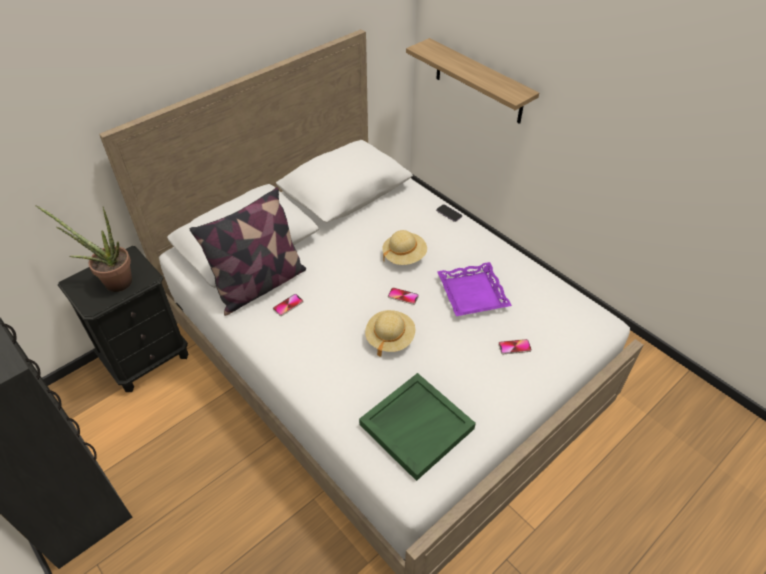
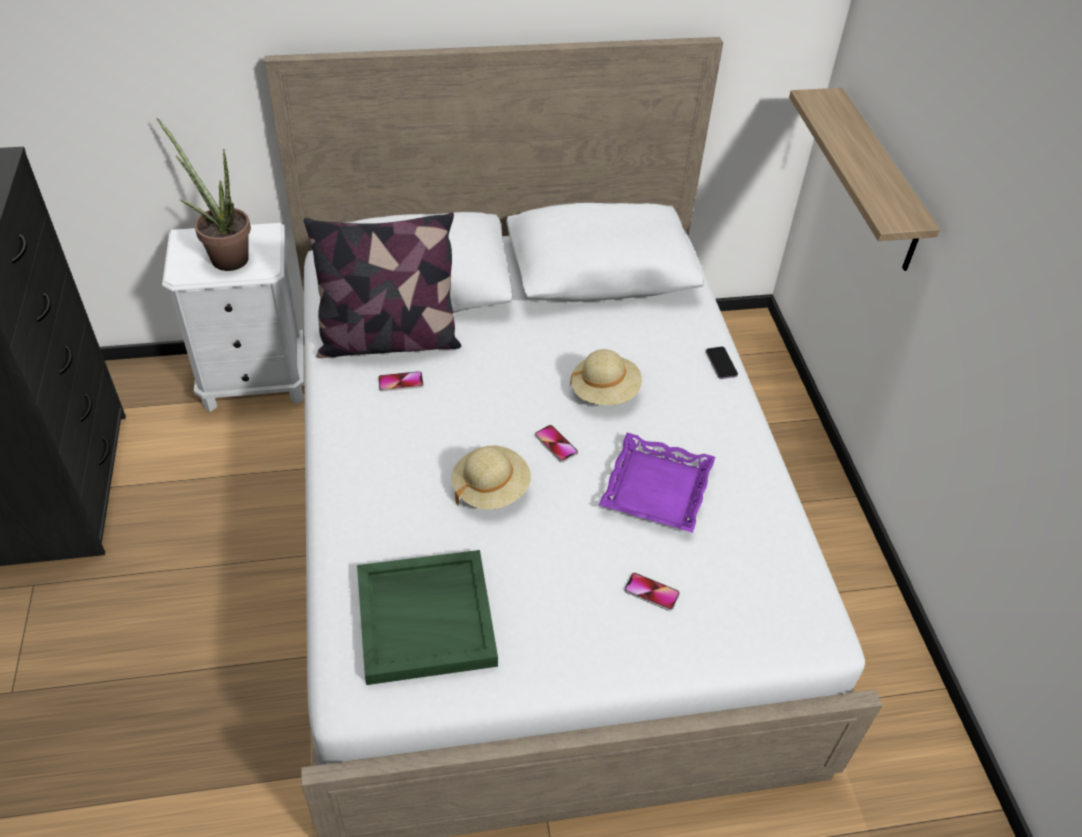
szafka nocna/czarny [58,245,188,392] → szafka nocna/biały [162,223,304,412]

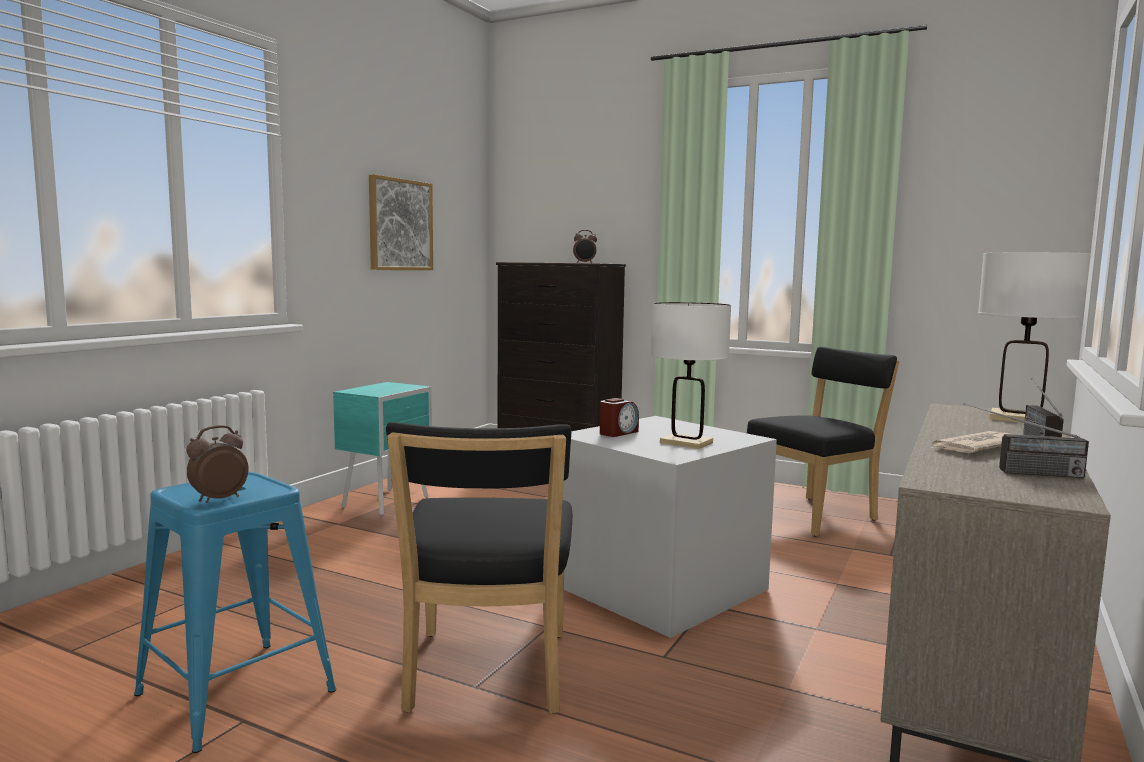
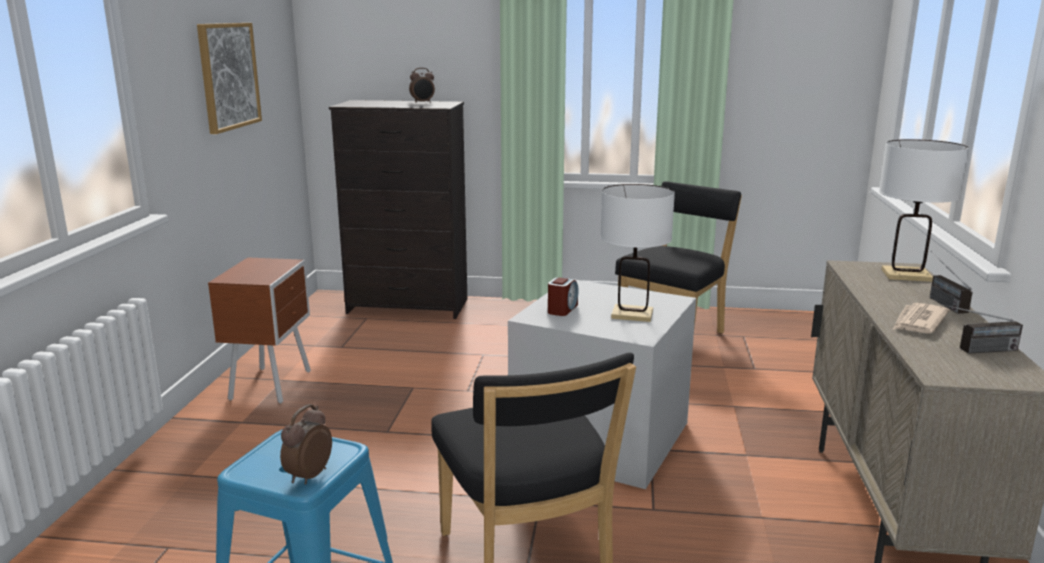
szafka nocna/turkusowy [333,382,432,516] → szafka nocna/brązowy [208,257,311,404]

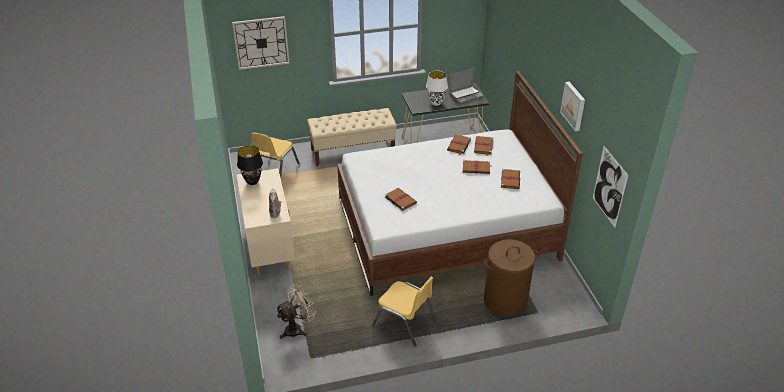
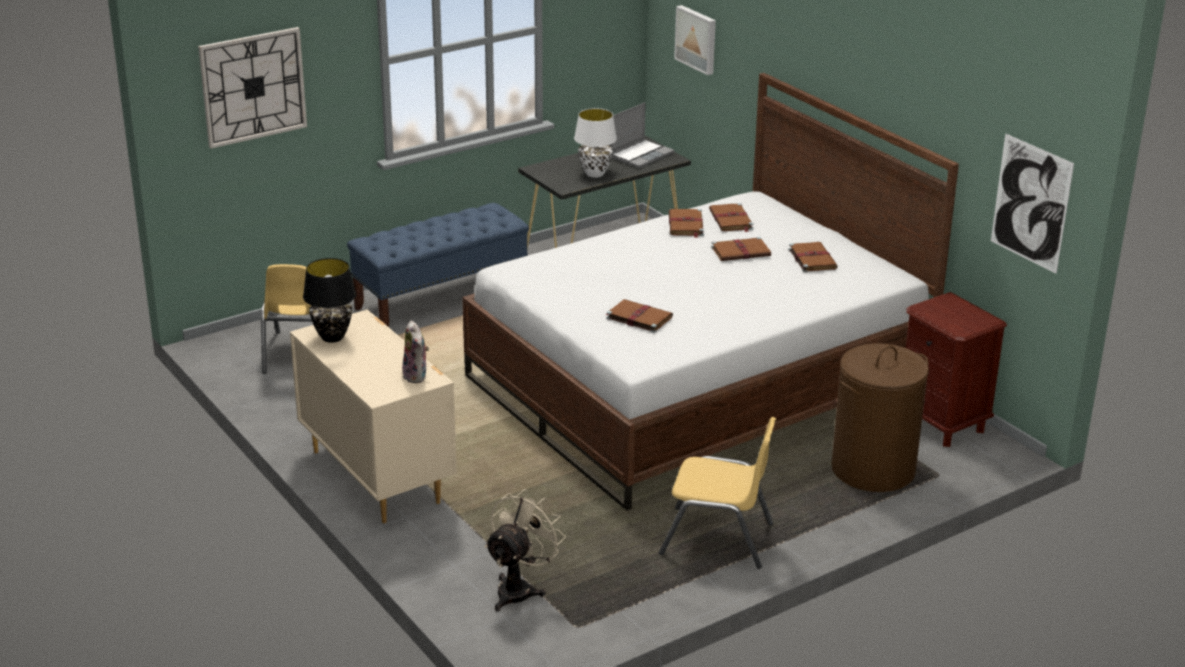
obraz [560,82,585,131] → obraz [674,5,716,75], shifted
ławka/beżowy [307,108,397,166] → ławka/niebieski [347,203,529,327]
- → szafka nocna/brązowy [906,292,1007,447]

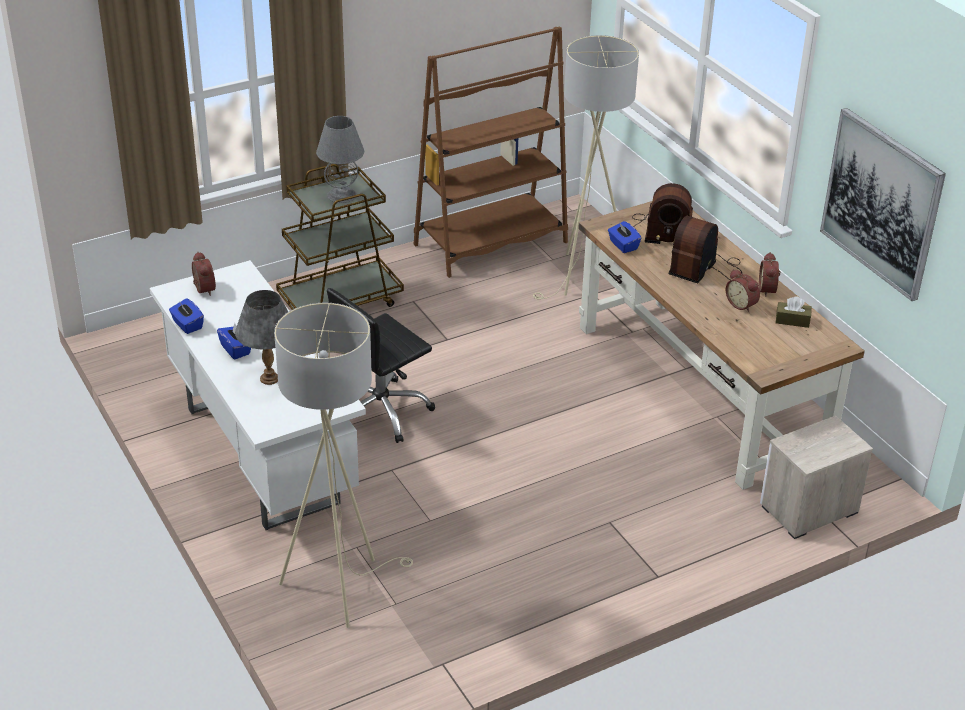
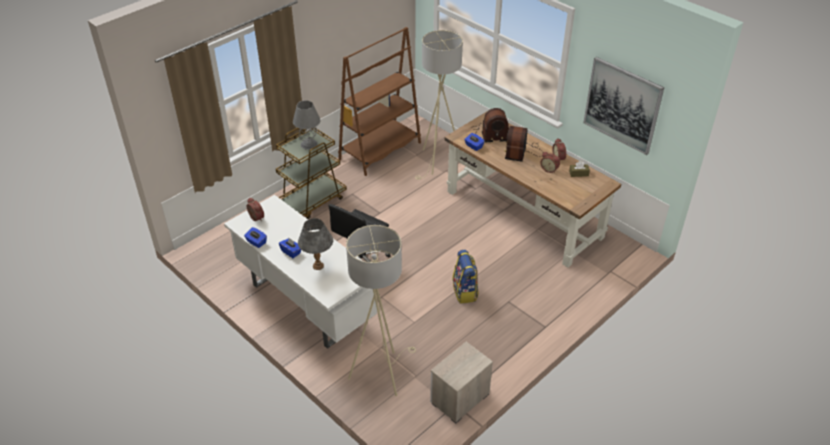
szafka nocna [760,416,873,539] → szafka nocna [430,342,493,424], shifted
- → plecak [452,250,479,304]

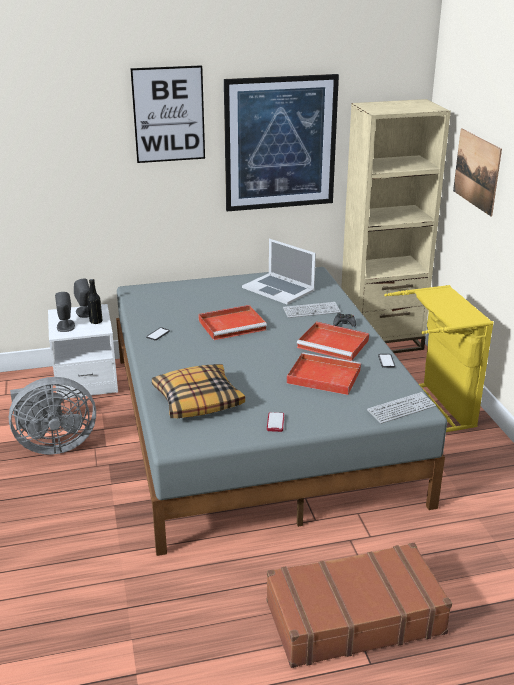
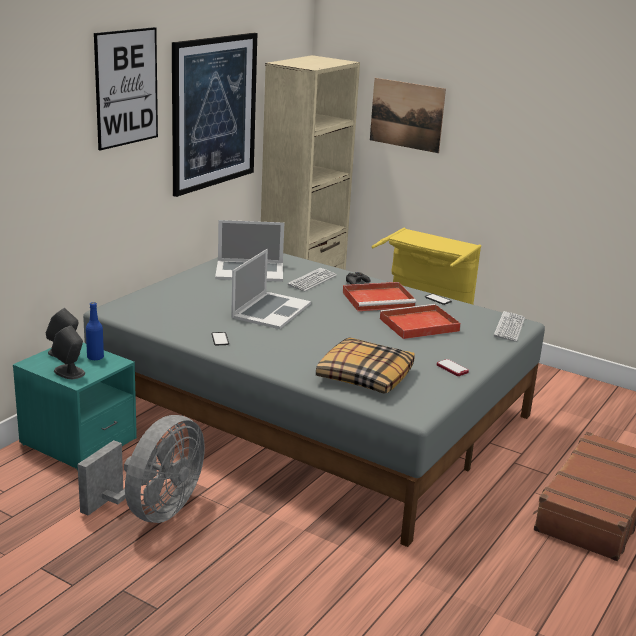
butelka/czarny [87,279,102,324] → butelka/niebieski [86,302,104,361]
szafka nocna/biały [48,304,118,398] → szafka nocna/turkusowy [13,343,137,471]
taca/czerwony [198,305,267,340] → laptop [231,249,311,329]

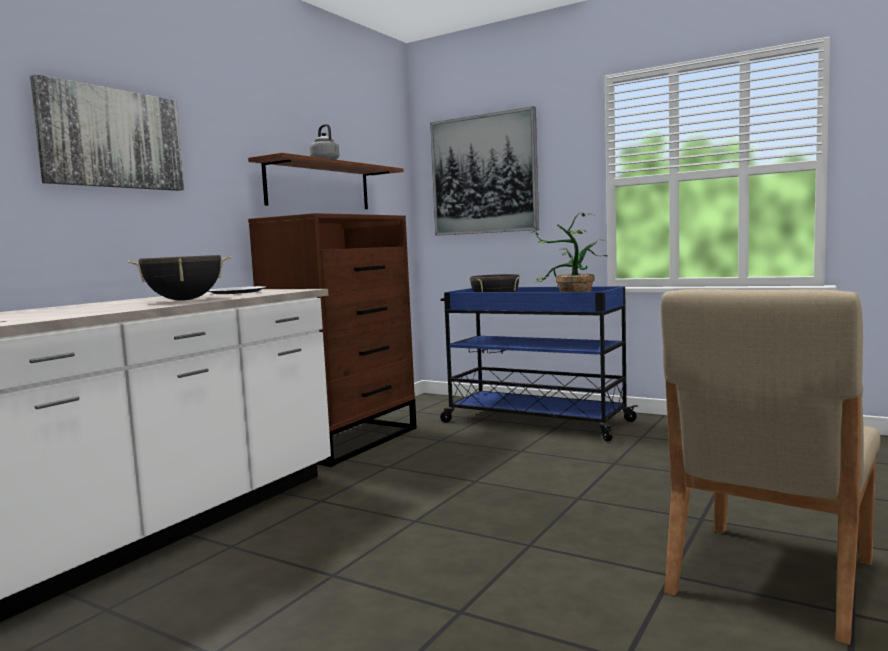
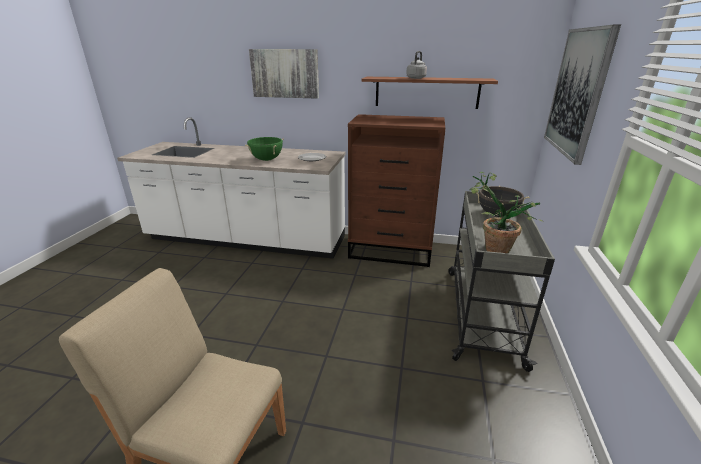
garnek/czarny [128,255,231,301] → garnek/zielony [245,137,284,161]
wózek/niebieski [440,286,639,442] → wózek/szary [448,191,555,372]

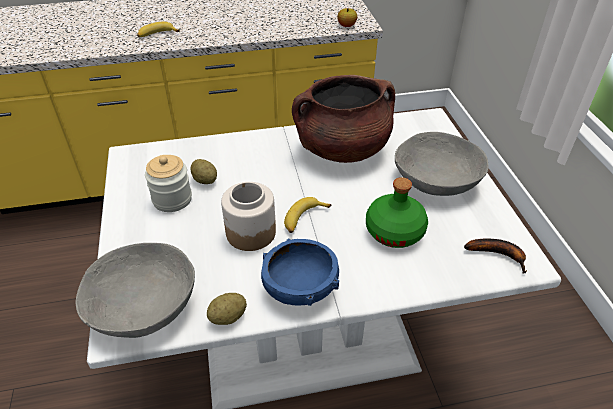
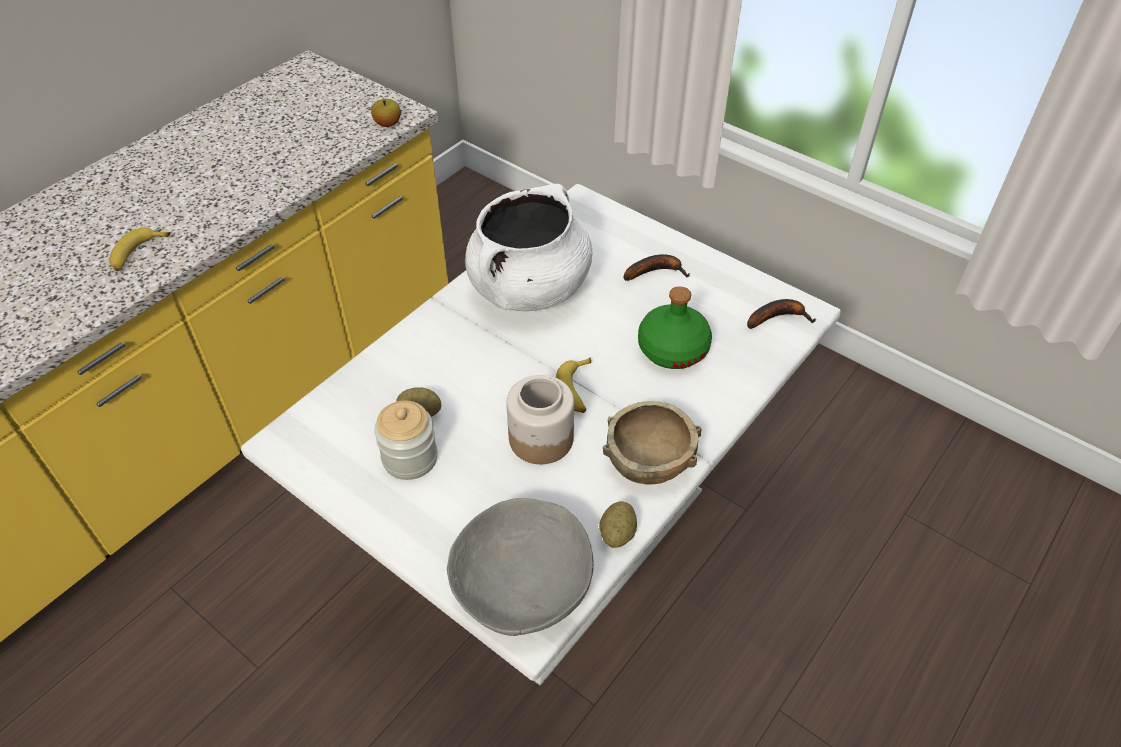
garnek/brązowy [292,75,395,163] → garnek/biały [465,184,592,311]
miska/szary [395,132,488,196] → banan [624,254,690,281]
miska/niebieski [261,239,339,306] → miska/brązowy [603,401,701,485]

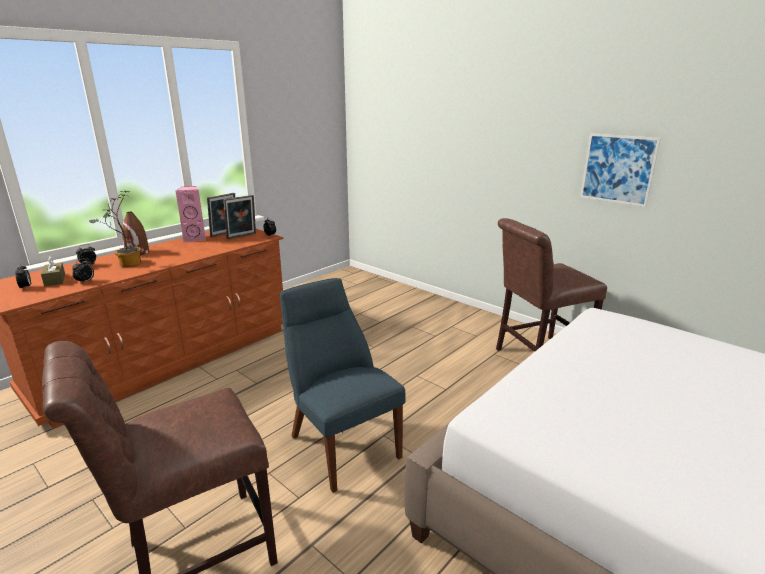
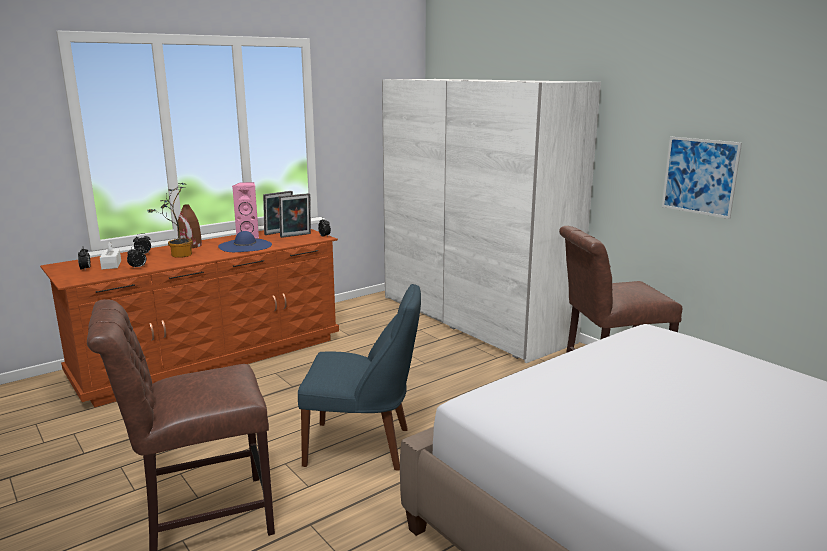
pudełko chusteczek/brązowy [41,256,65,286] → pudełko chusteczek/biały [100,241,121,269]
krzesło/niebieski [280,278,406,493] → krzesło/niebieski [298,284,421,470], 120 degrees clockwise
- → szafa/biały [382,79,601,363]
- → kapelusz/niebieski [218,231,272,252]

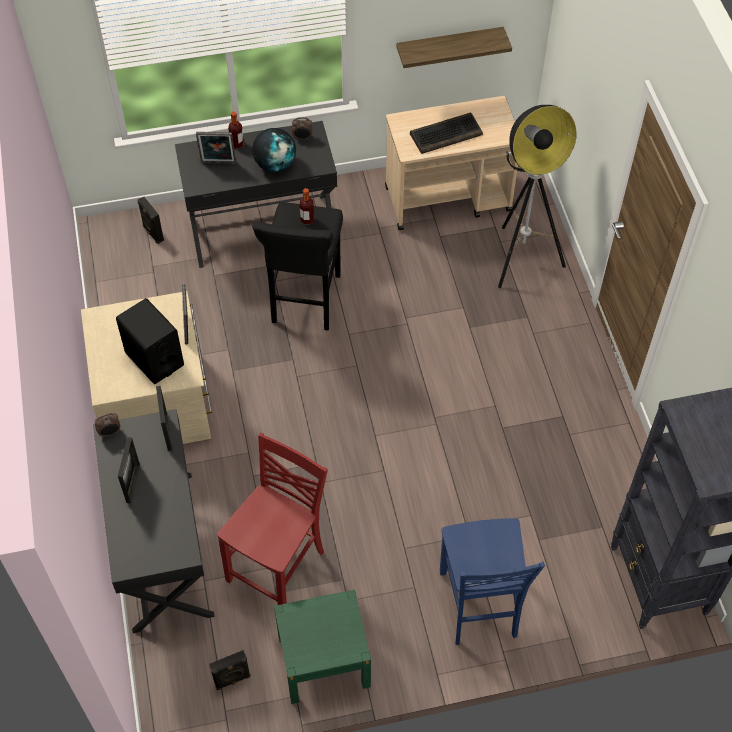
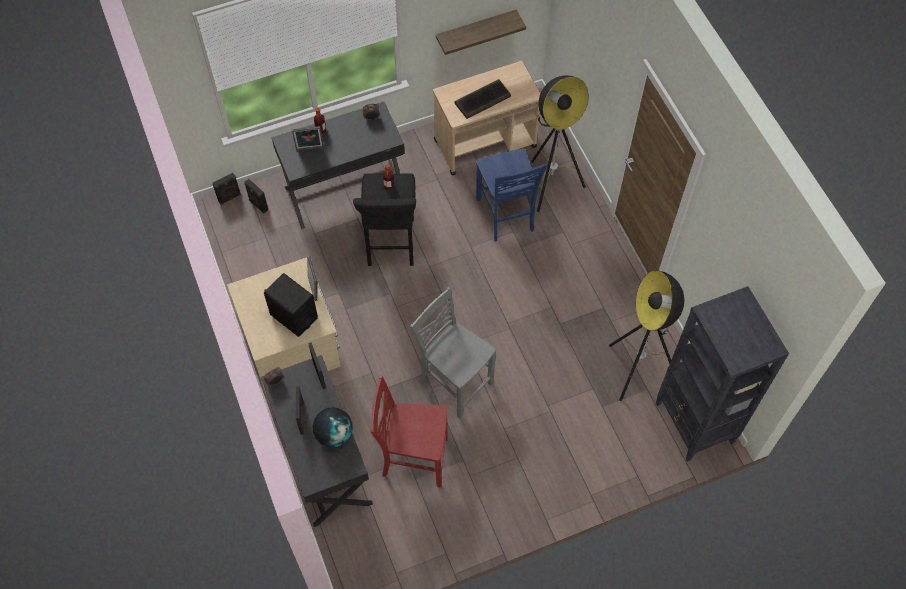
globus [252,128,296,172] → globus [313,407,353,447], shifted
krzesło/czerwony [217,433,328,605] → krzesło/czerwony [370,375,448,488], 105 degrees counterclockwise
krzesło/niebieski [440,518,545,645] → krzesło/niebieski [476,149,548,241], shifted
szafka nocna/zielony [274,590,371,704] → -
głośnik/czarny [209,650,251,690] → głośnik/czarny [213,173,241,205], shifted
- → lampa stojąca [609,270,684,401]
- → krzesło/szary [410,287,496,419]

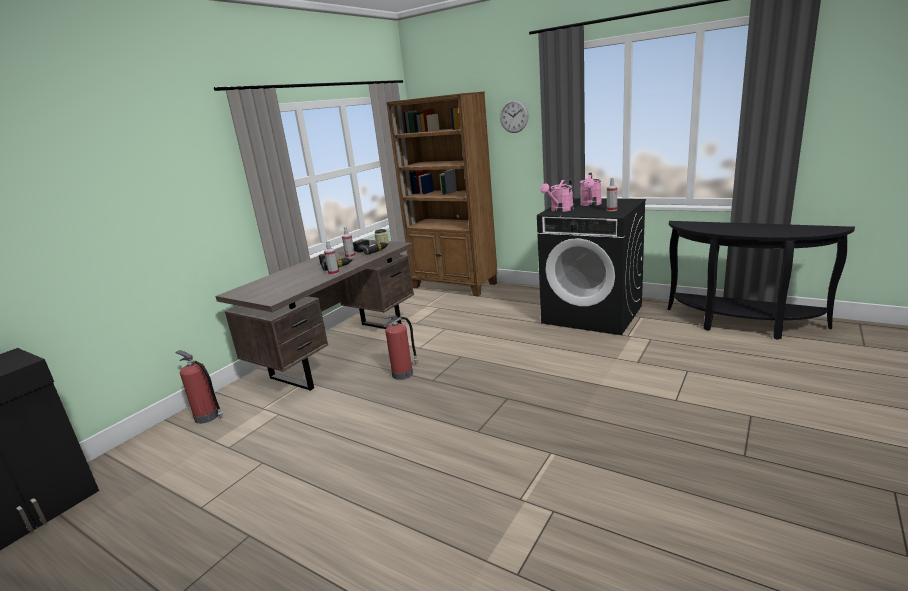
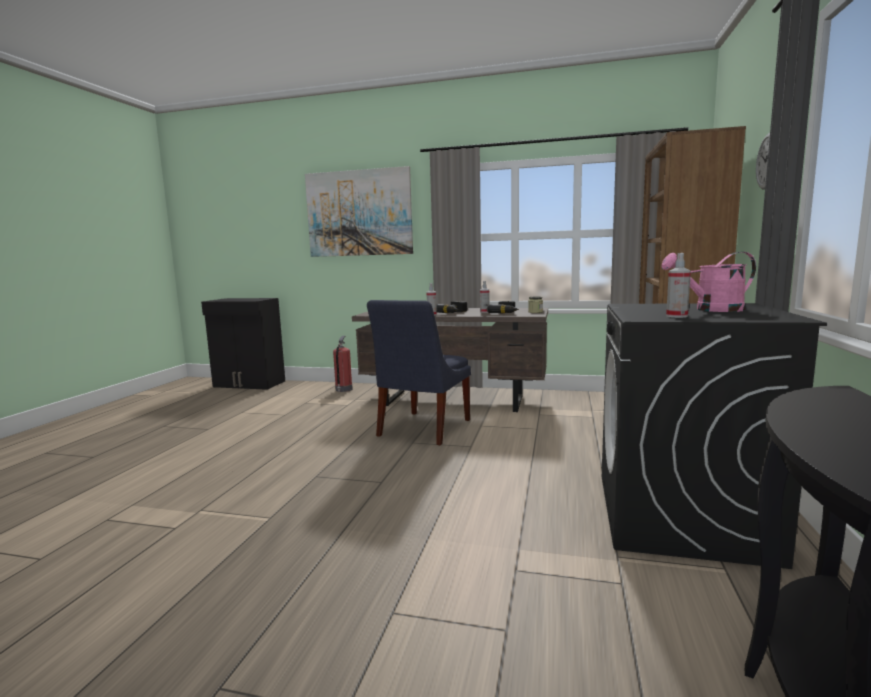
konewka/różowy [540,178,574,212] → -
gaśnica [382,315,418,380] → krzesło/niebieski [367,300,471,445]
- → obraz [305,166,413,257]

